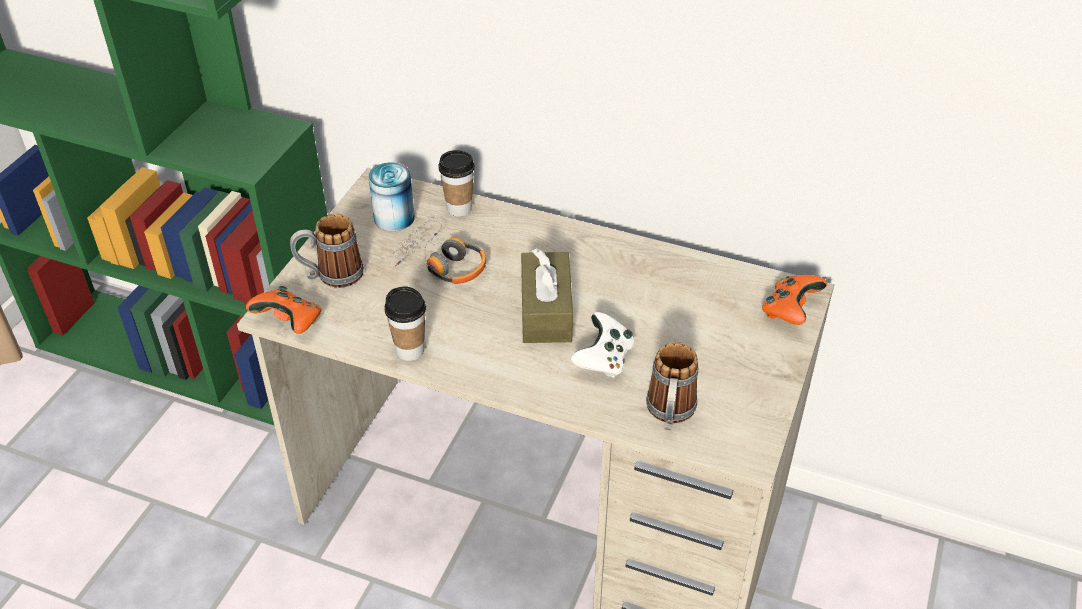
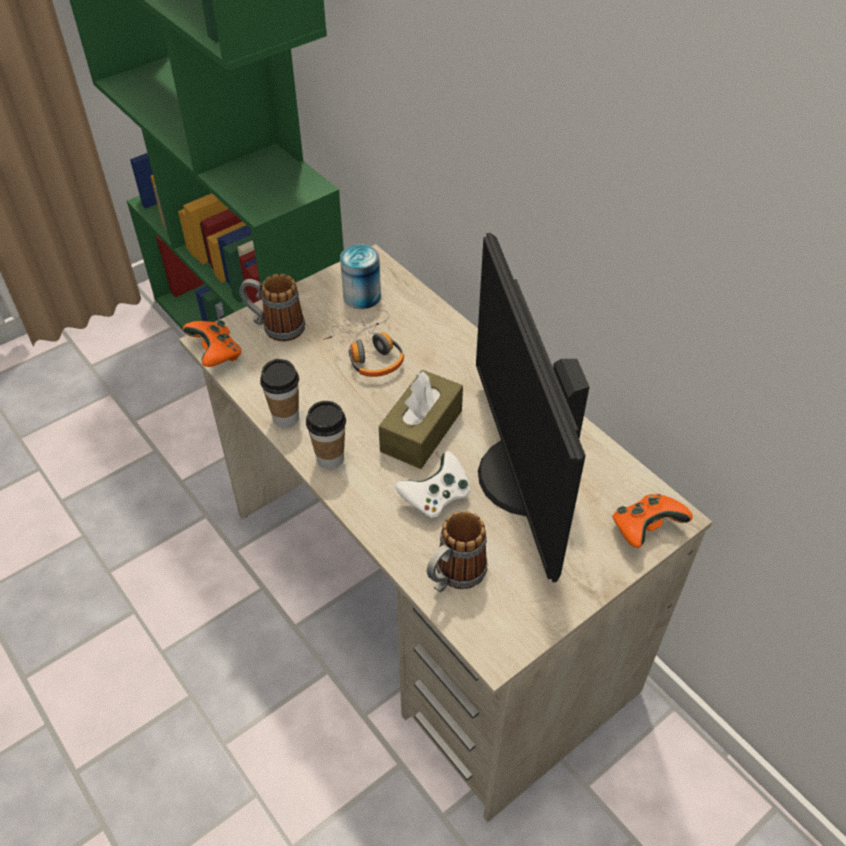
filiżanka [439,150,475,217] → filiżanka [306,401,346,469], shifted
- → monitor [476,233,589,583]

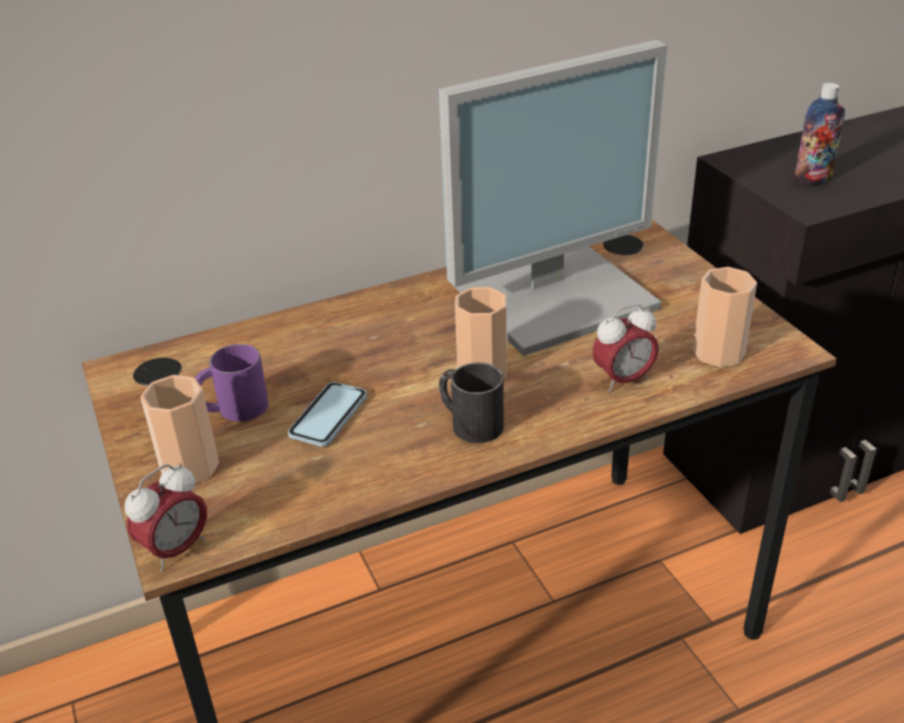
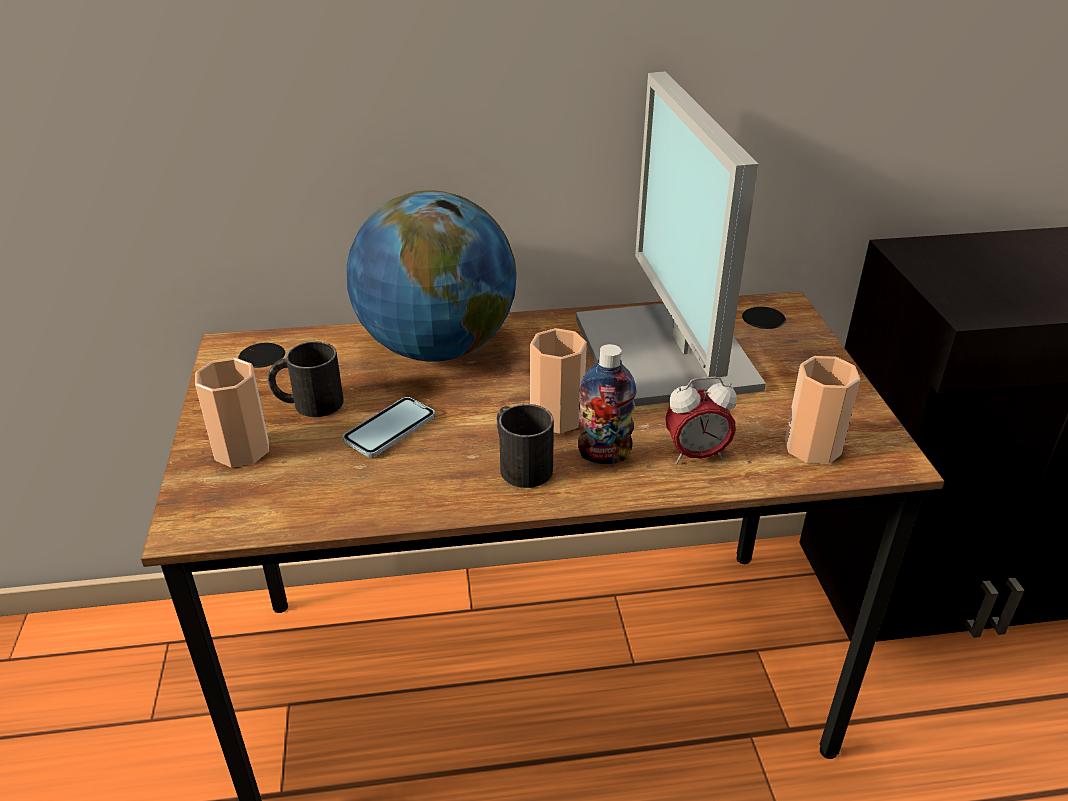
monitor [439,40,667,356] → monitor [576,72,766,406], 90 degrees clockwise
butelka [795,83,845,185] → butelka [578,344,637,464], shifted
kubek/fioletowy [195,344,269,422] → kubek/czarny [268,341,344,417]
budzik [125,463,207,571] → -
- → globus [346,190,517,362]

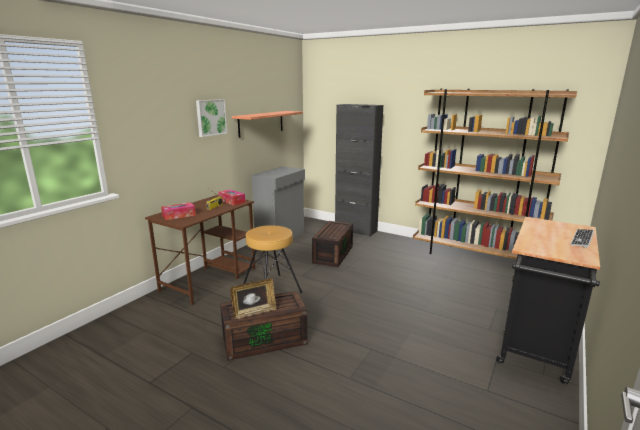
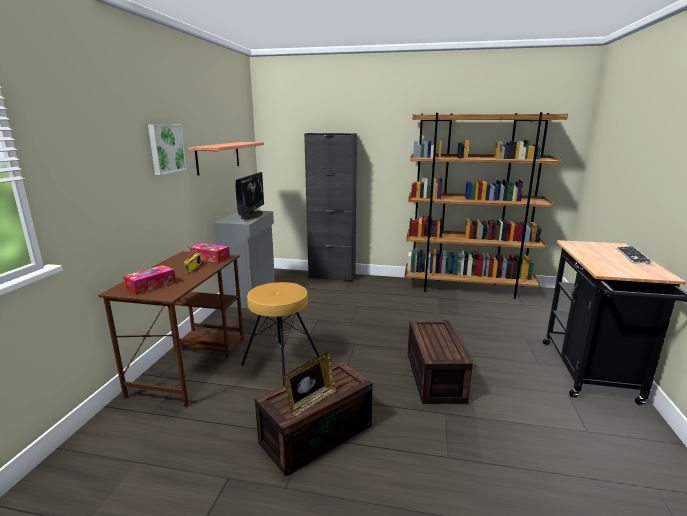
pojemnik do przechowywania/brązowy [312,221,353,267] → pojemnik do przechowywania/brązowy [408,320,473,404], shifted
- → monitor [235,172,264,220]

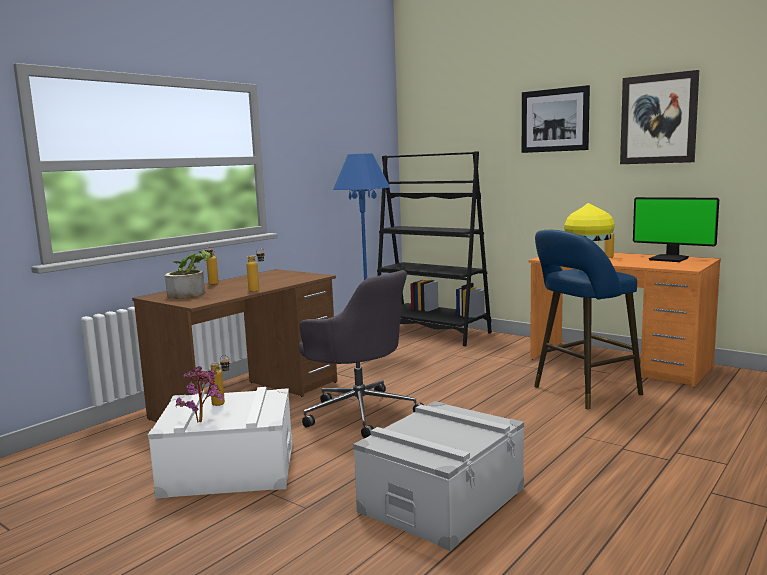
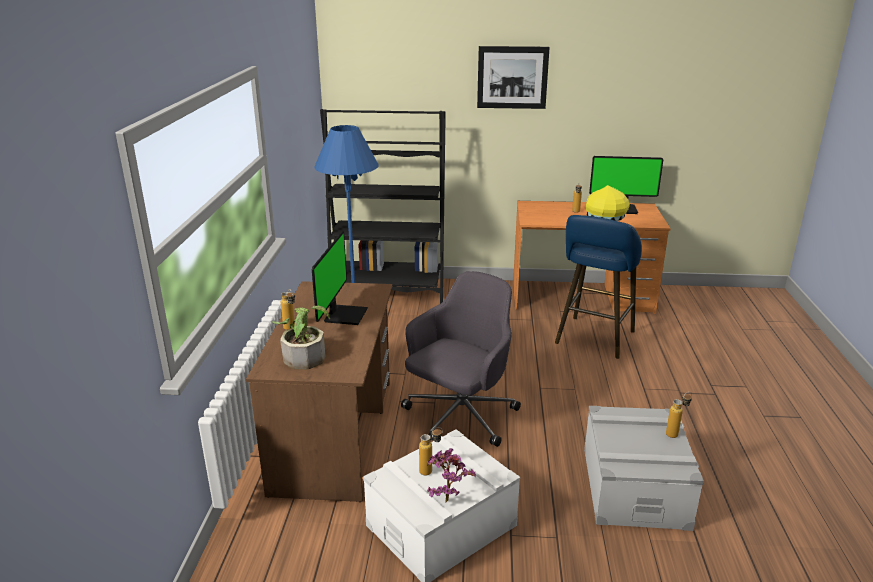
obraz [620,70,699,164] → -
butelka [246,248,265,292] → butelka [666,392,692,438], shifted
krzesło biurowe/szary [299,270,424,438] → krzesło biurowe/szary [401,271,521,447], 60 degrees counterclockwise
- → monitor [312,231,368,325]

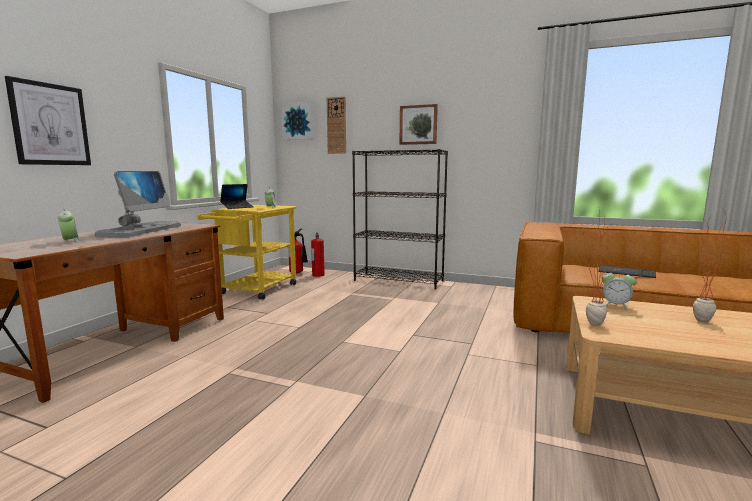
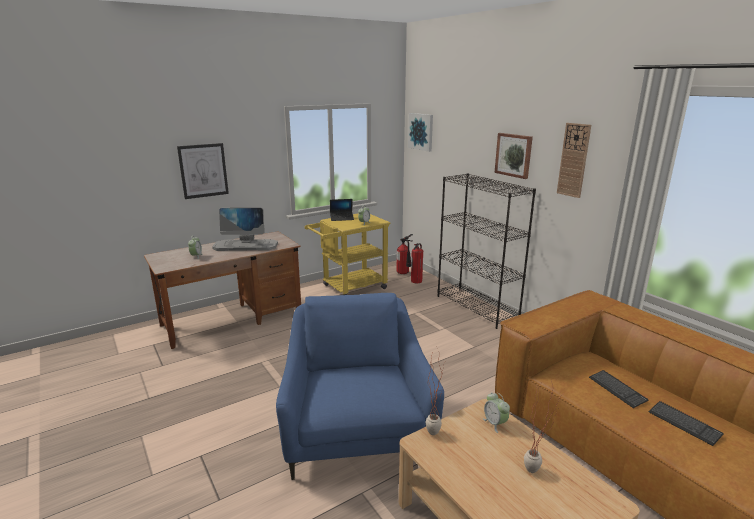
zegar ścienny [327,97,346,154] → zegar ścienny [557,123,591,198], shifted
monitor [95,171,181,238] → monitor [212,208,278,251], 45 degrees clockwise
- → fotel/niebieski [276,293,444,480]
- → klawiatura [649,401,724,446]

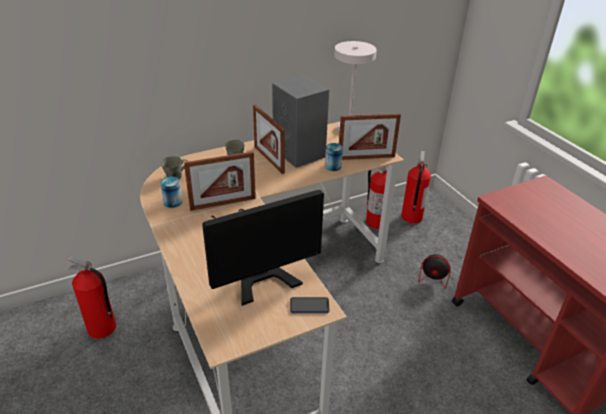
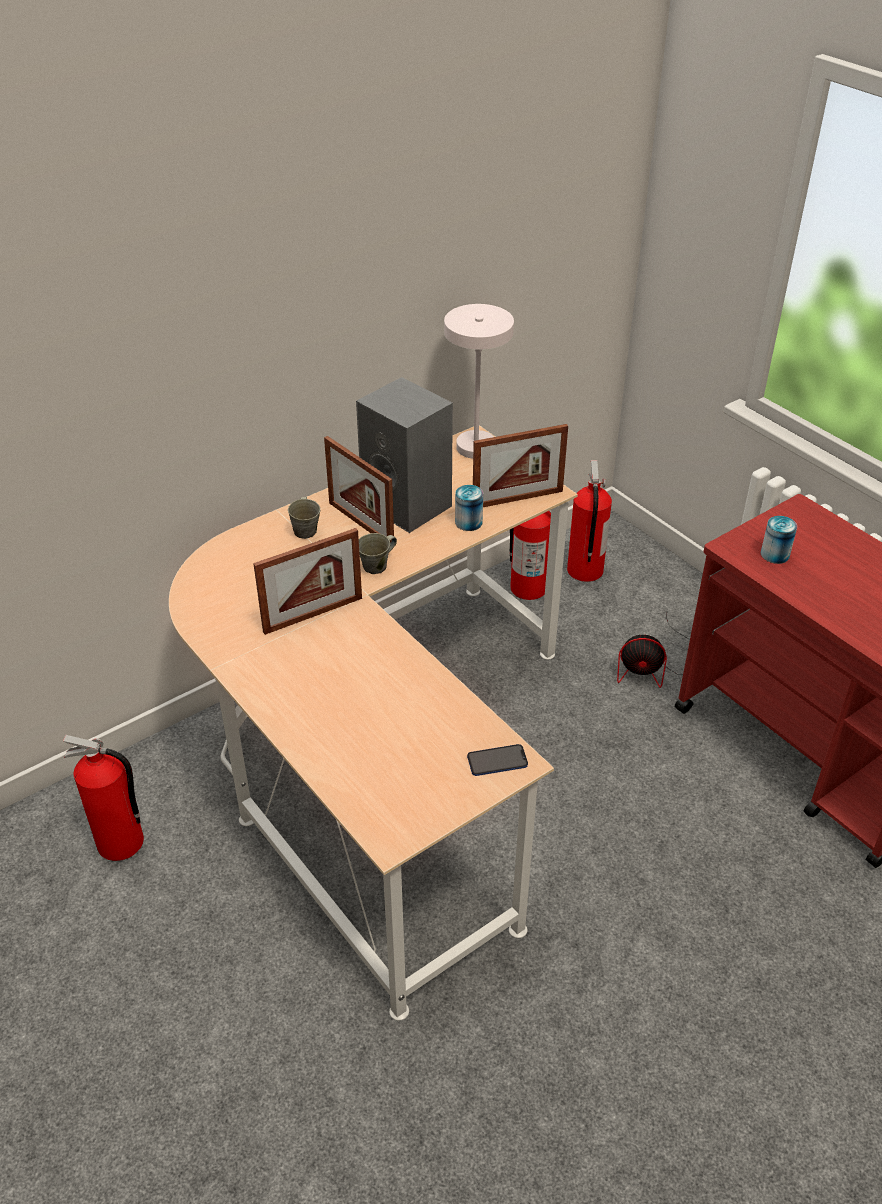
kubek/szary [161,156,188,179] → kubek/szary [359,533,397,574], shifted
puszka [160,177,183,208] → puszka [761,516,797,564], shifted
monitor [202,190,324,306] → -

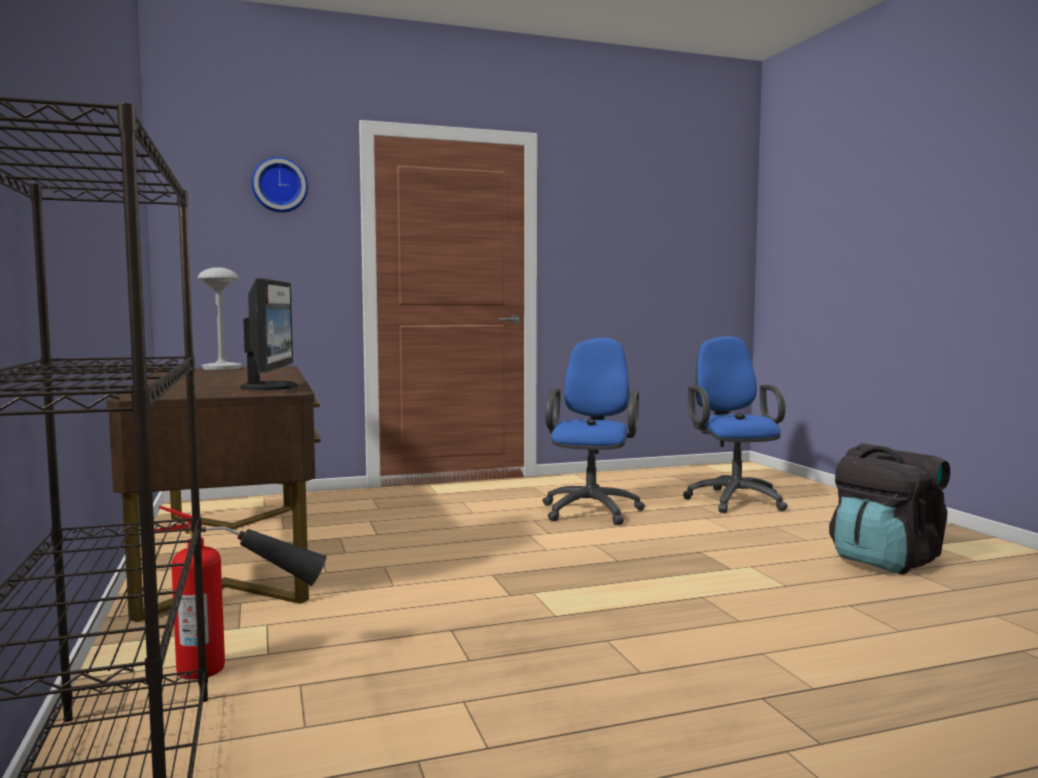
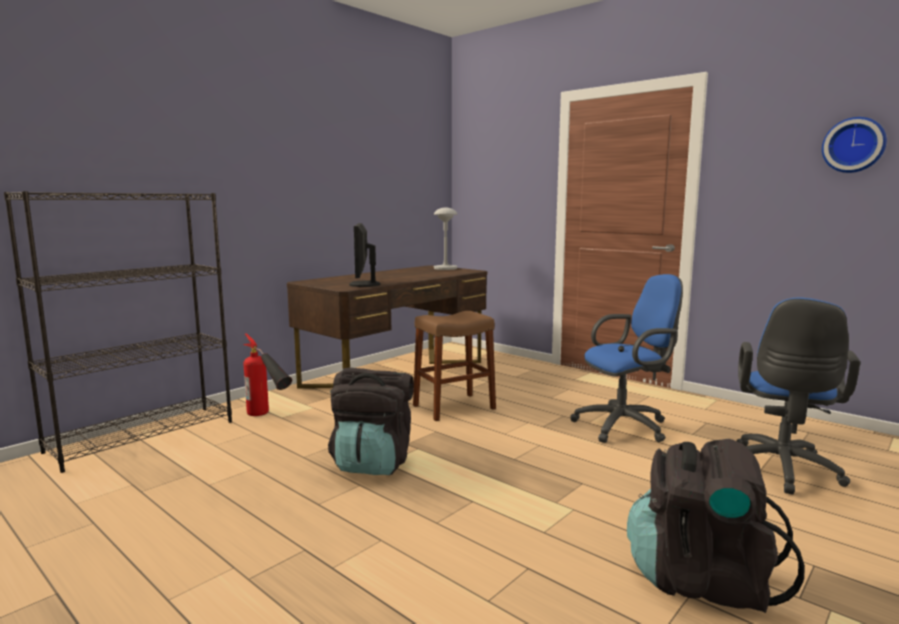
zegar ścienny [251,157,308,213] → zegar ścienny [822,117,887,173], shifted
monitor [240,279,298,390] → monitor [349,223,381,287], 120 degrees clockwise
krzesło biurowe/niebieski [683,336,788,513] → krzesło biurowe/niebieski [737,297,860,494], 150 degrees clockwise
- → stołek/brązowy [413,311,496,421]
- → plecak/czarny [328,368,414,475]

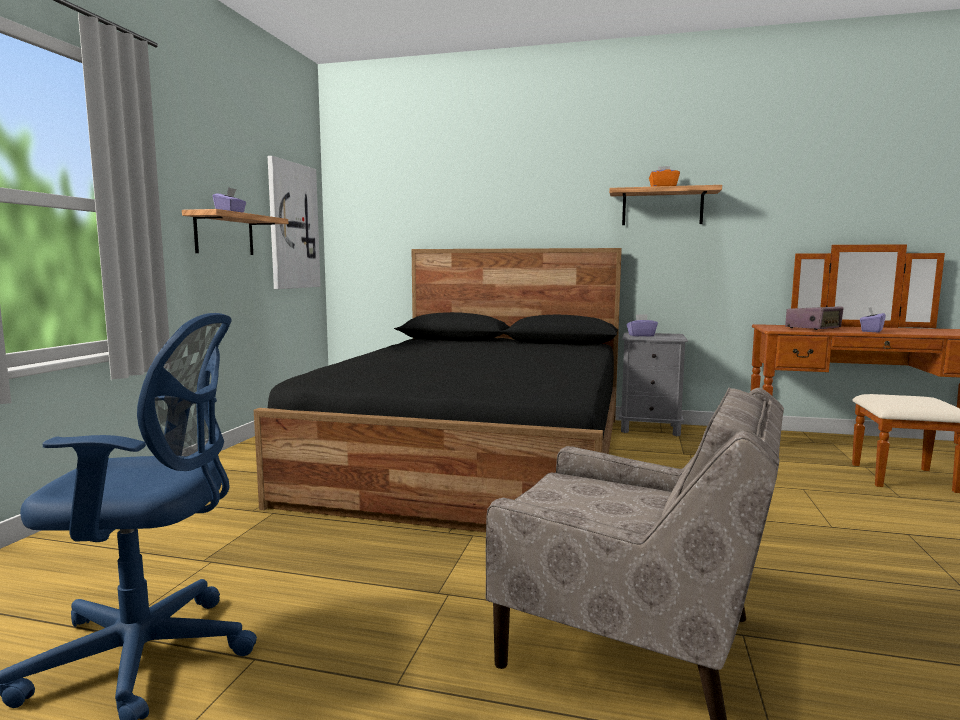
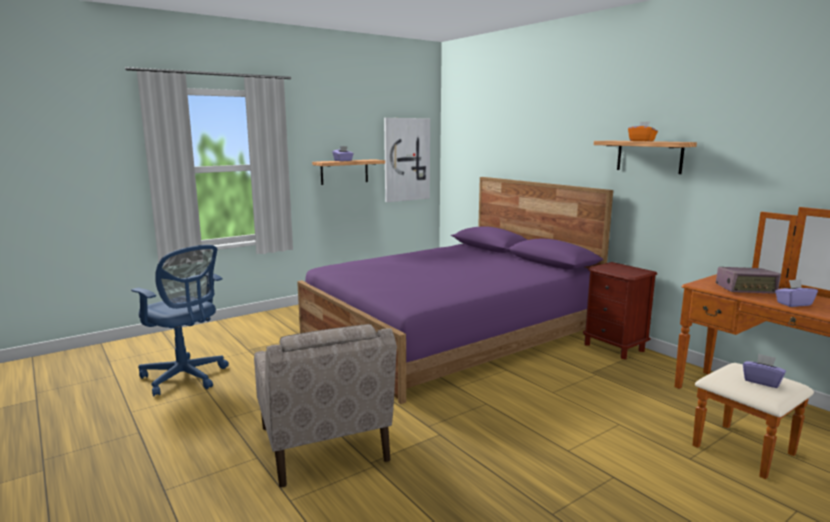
łóżko/czarny [254,248,622,532] → łóżko/fioletowy [297,177,613,404]
pudełko chusteczek/fioletowy [627,314,658,336] → pudełko chusteczek/fioletowy [743,353,786,388], shifted
szafka nocna/szary [619,332,688,436] → szafka nocna/brązowy [583,262,657,359]

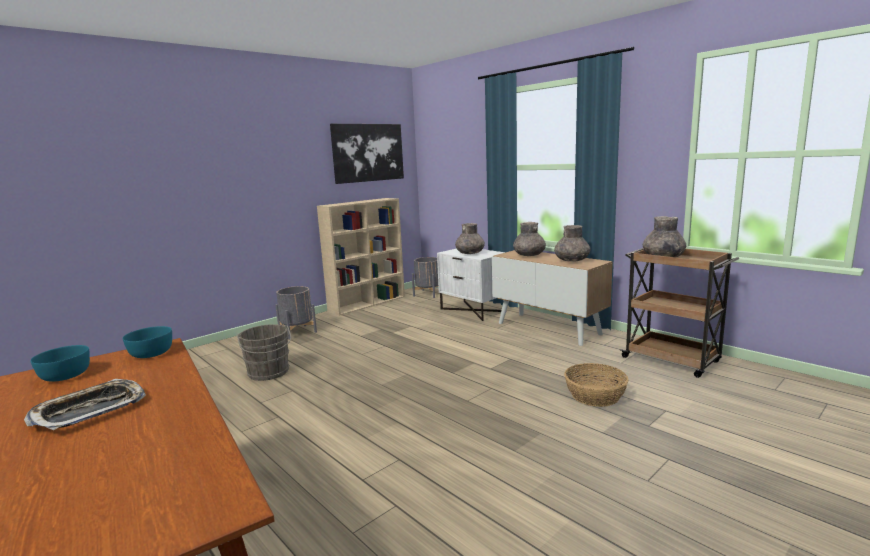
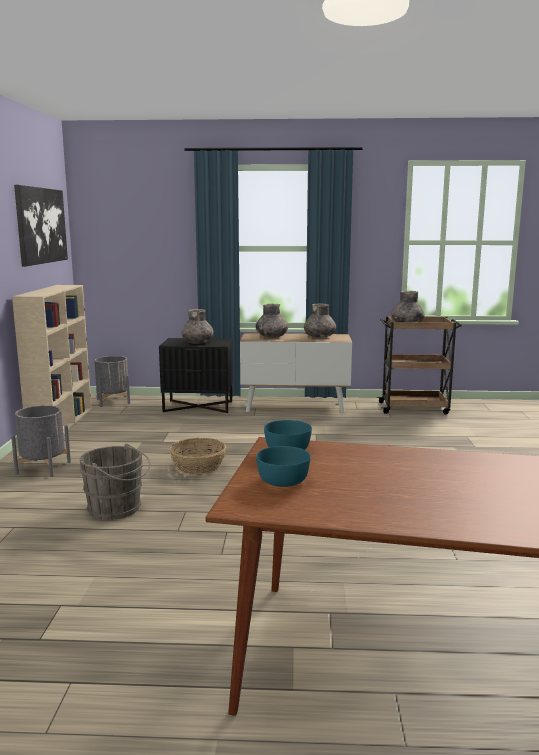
szafka nocna/biały [437,248,507,321] → szafka nocna/czarny [159,338,233,413]
koszyk [564,363,629,407] → koszyk [169,438,226,475], shifted
taca [24,379,146,431] → -

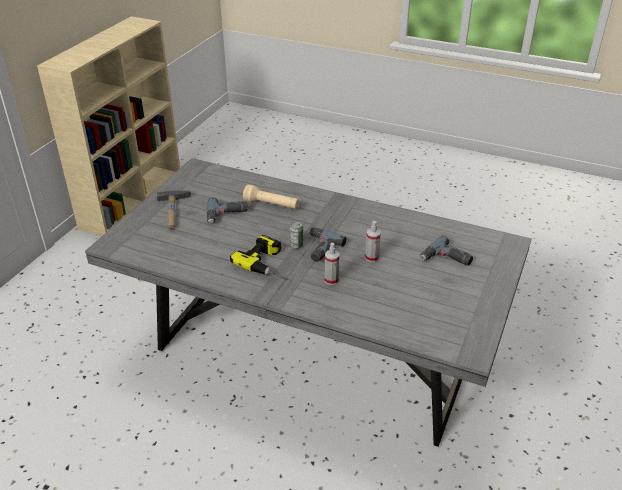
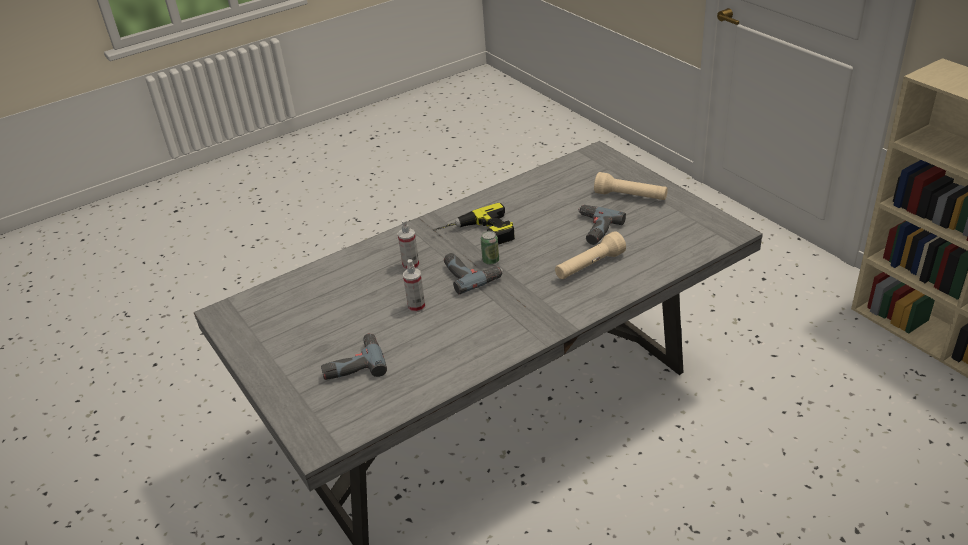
młotek [156,190,191,229] → latarka/beżowy [594,172,668,200]

